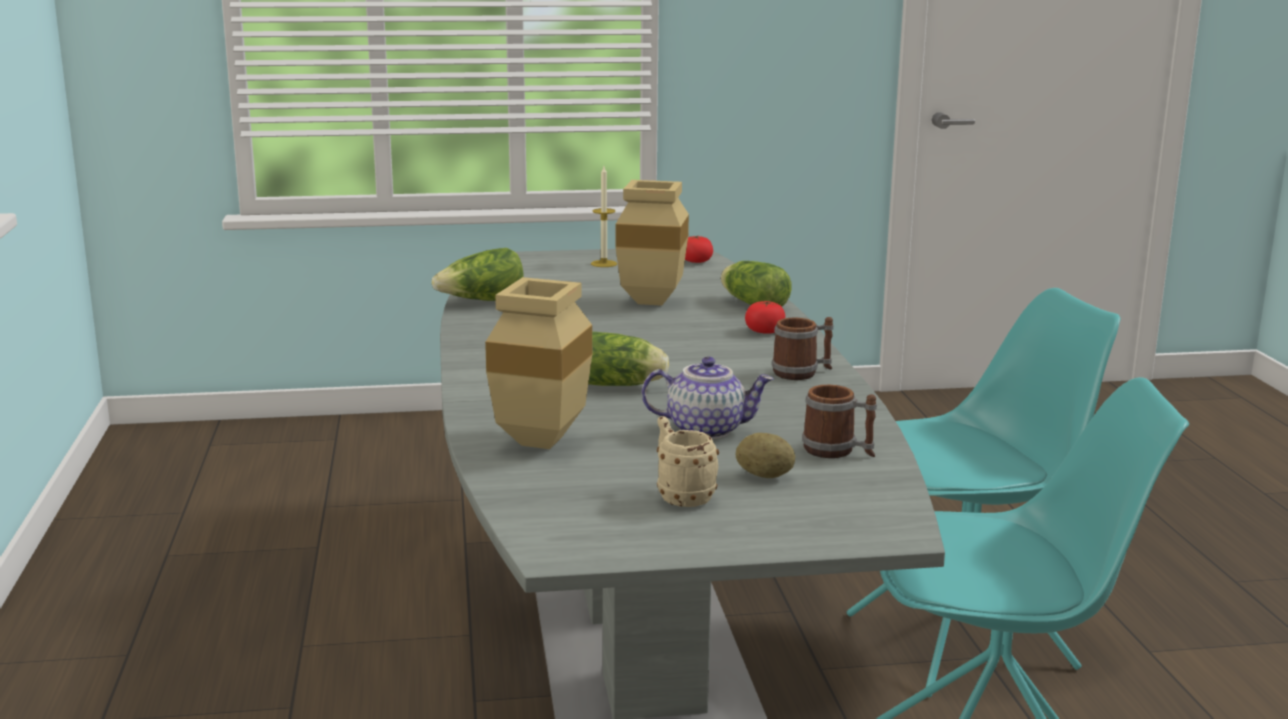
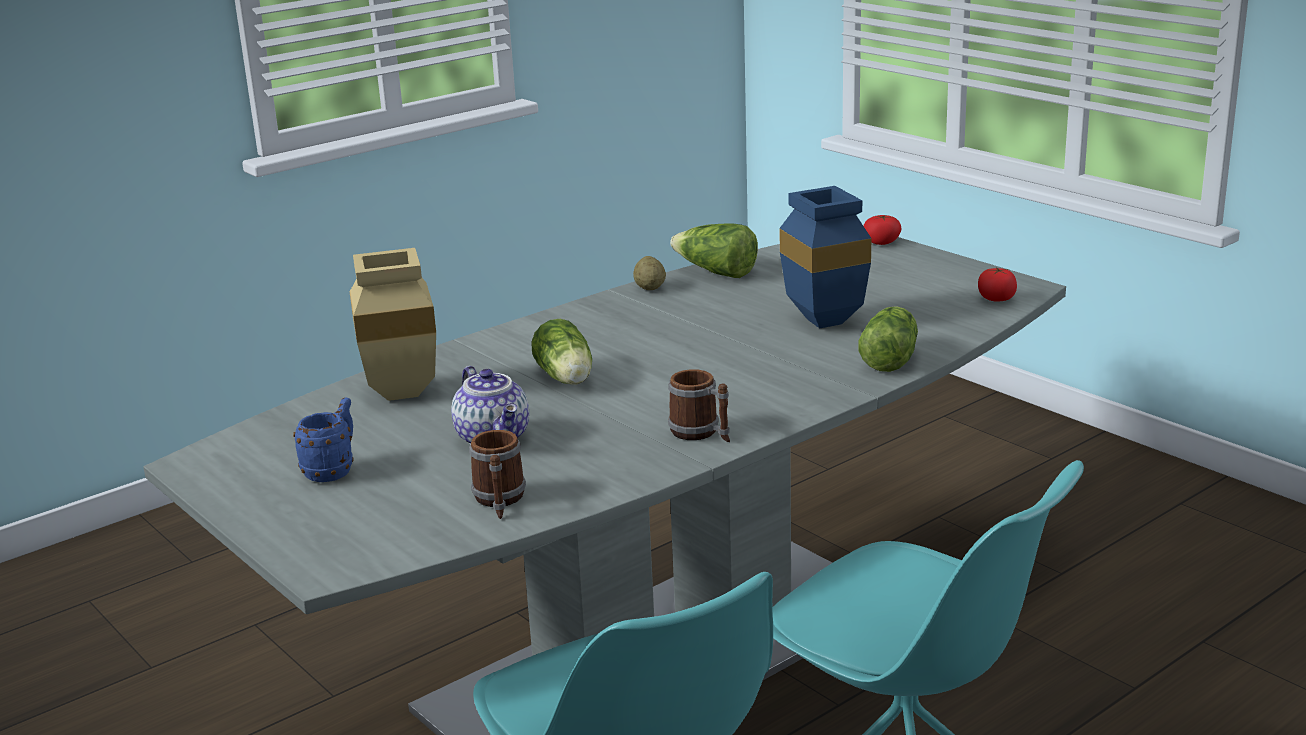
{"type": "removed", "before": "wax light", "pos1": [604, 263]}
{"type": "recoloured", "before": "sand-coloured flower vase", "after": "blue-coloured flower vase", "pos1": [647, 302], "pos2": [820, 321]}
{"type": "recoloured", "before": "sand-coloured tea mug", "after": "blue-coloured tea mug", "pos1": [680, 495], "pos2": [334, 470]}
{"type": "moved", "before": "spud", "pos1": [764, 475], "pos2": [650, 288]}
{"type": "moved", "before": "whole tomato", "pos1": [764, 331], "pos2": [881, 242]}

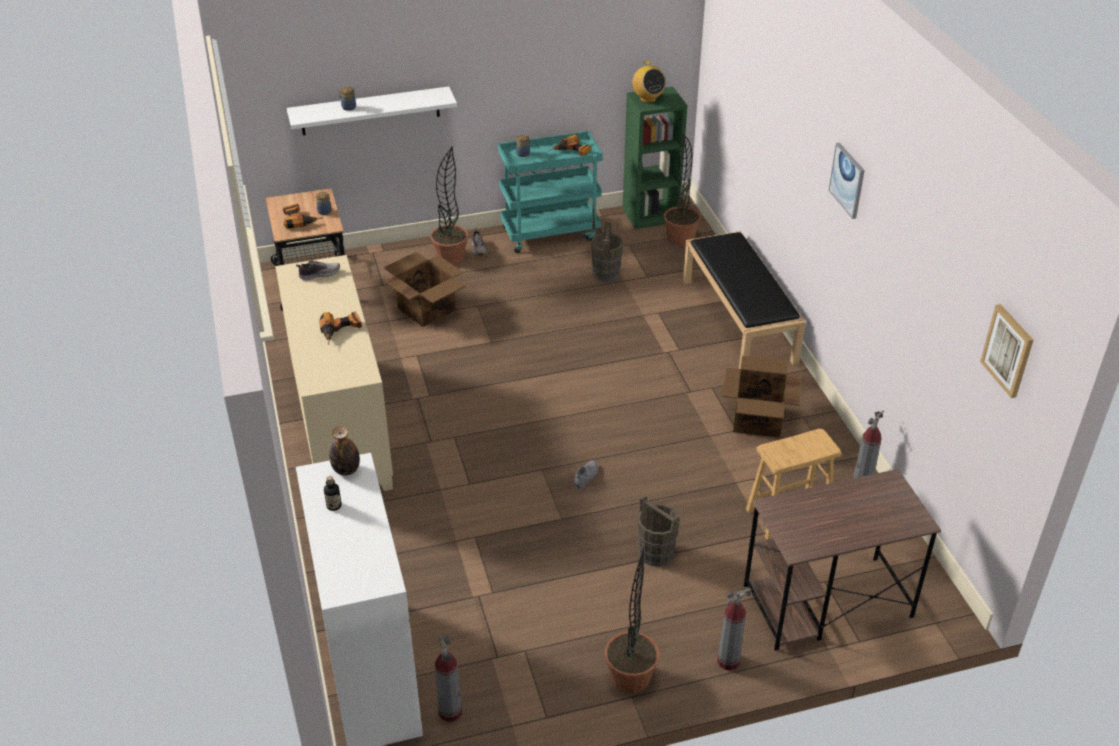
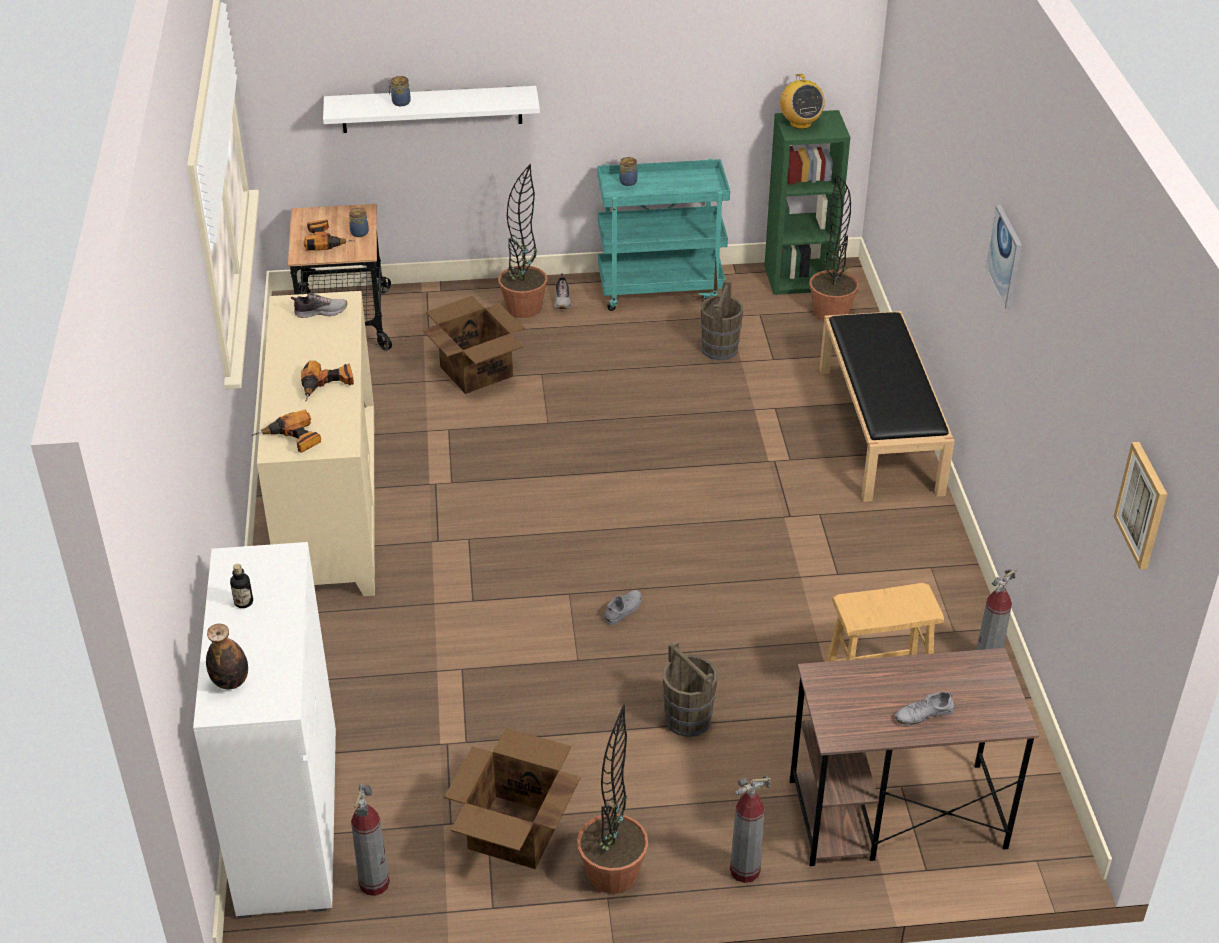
{"type": "moved", "before": "bottle", "pos1": [346, 470], "pos2": [230, 682]}
{"type": "moved", "before": "electric drill", "pos1": [572, 152], "pos2": [292, 440]}
{"type": "moved", "before": "cardboard box", "pos1": [757, 420], "pos2": [513, 833]}
{"type": "added", "after": "grey item of footwear", "pos2": [924, 714]}

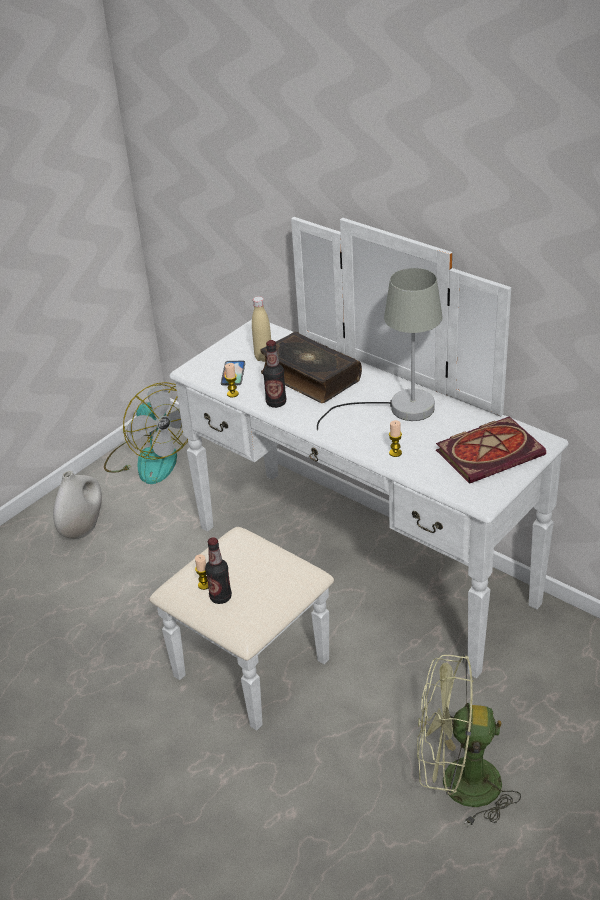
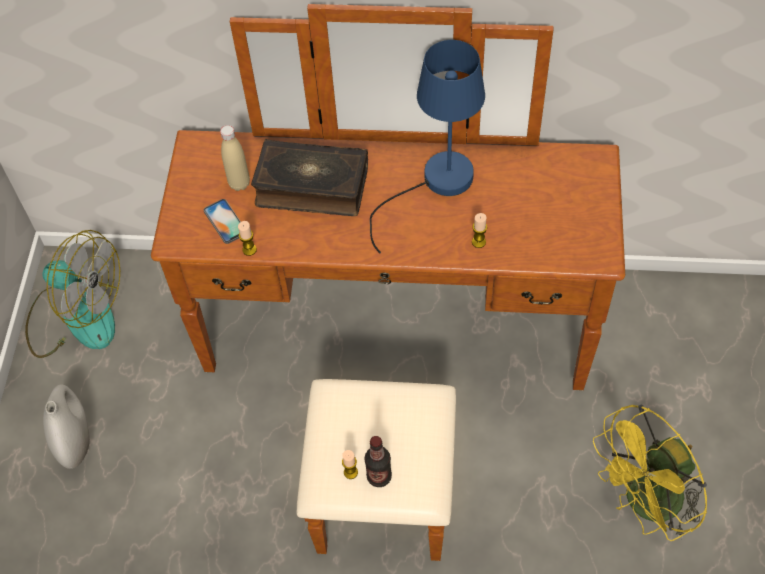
{"type": "recoloured", "before": "whitish drawer chest", "after": "brownish drawer chest", "pos1": [340, 587], "pos2": [394, 363]}
{"type": "removed", "before": "bottle", "pos1": [276, 403]}
{"type": "recoloured", "before": "grey lamp for a table", "after": "blue-coloured lamp for a table", "pos1": [398, 409], "pos2": [436, 184]}
{"type": "recoloured", "before": "greenish cooling fan", "after": "yellowish cooling fan", "pos1": [457, 785], "pos2": [645, 504]}
{"type": "removed", "before": "book", "pos1": [490, 452]}

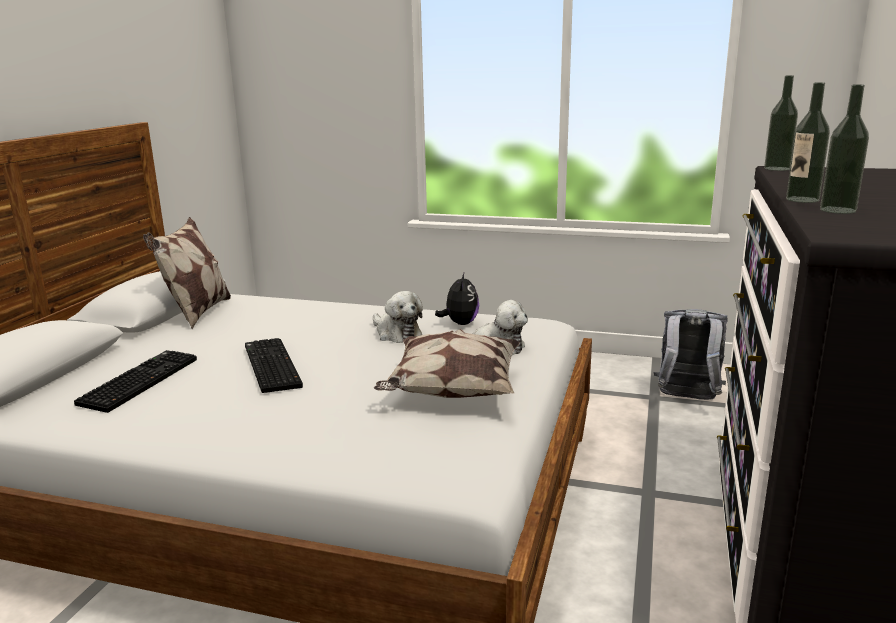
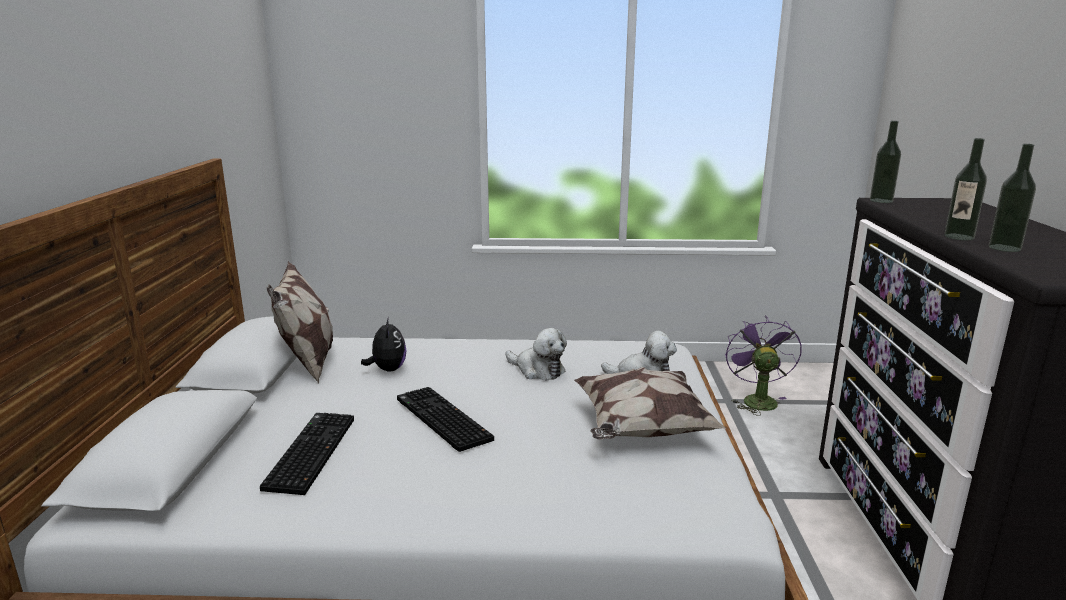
{"type": "moved", "before": "plush toy", "pos1": [460, 323], "pos2": [387, 369]}
{"type": "replaced", "before": "grey backpack", "after": "purple-coloured cooling fan", "pos1": [686, 399], "pos2": [756, 399]}

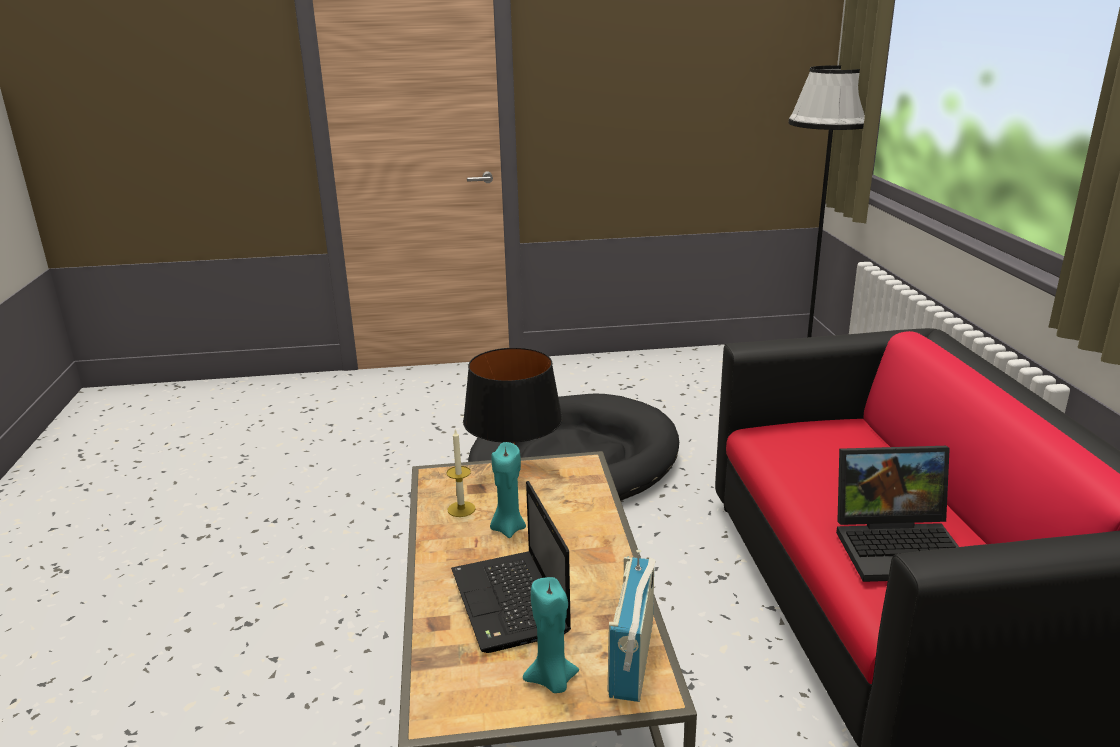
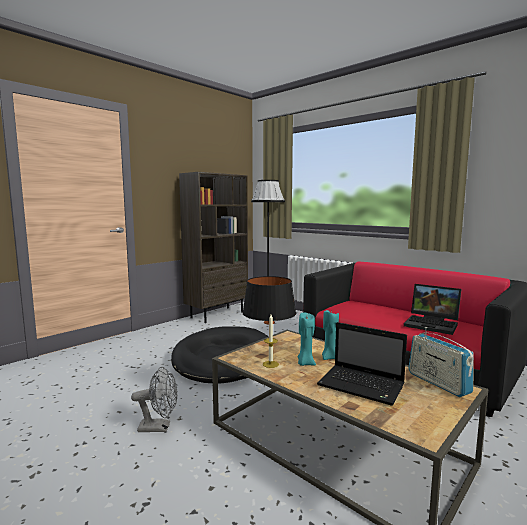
{"type": "moved", "before": "turquoise wax light", "pos1": [552, 681], "pos2": [330, 358]}
{"type": "turned", "before": "portable computer", "pos1": [901, 546], "pos2": [433, 324], "turn": 75}
{"type": "added", "after": "grey cooling fan", "pos2": [159, 427]}
{"type": "added", "after": "brownish shelving unit", "pos2": [217, 314]}

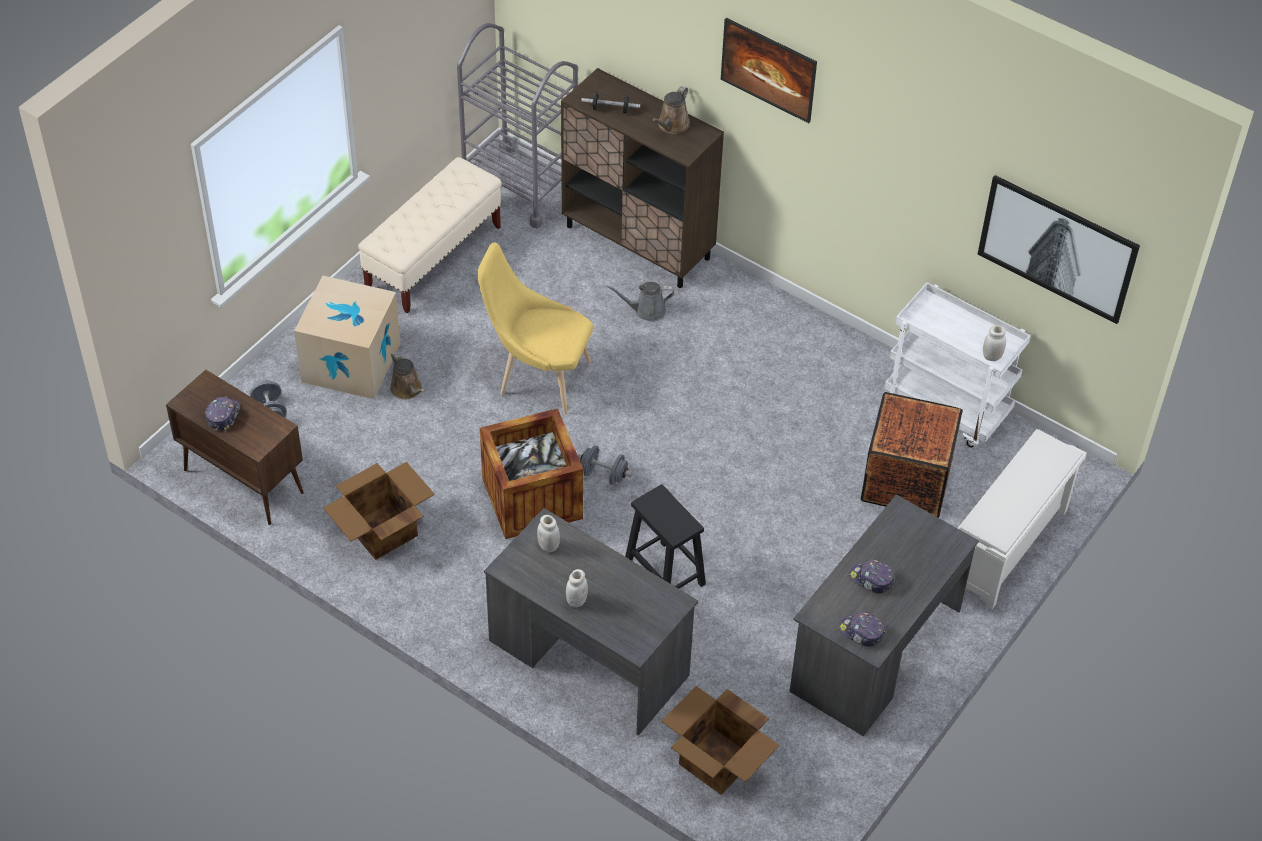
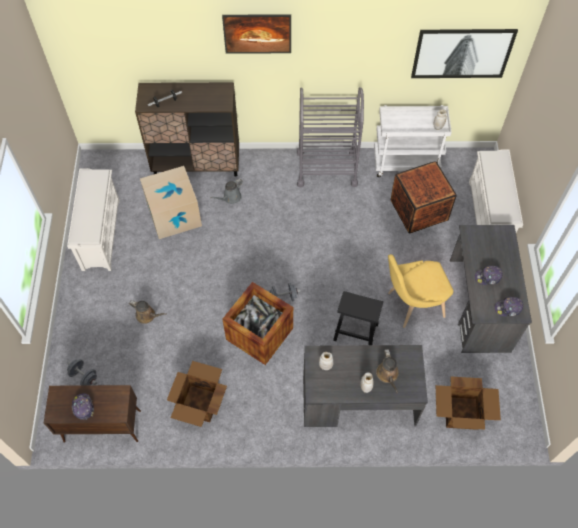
{"type": "moved", "before": "cardboard box", "pos1": [351, 362], "pos2": [174, 215]}
{"type": "replaced", "before": "sand-coloured long seat", "after": "whitish shoe shelf", "pos1": [433, 258], "pos2": [100, 234]}
{"type": "moved", "before": "grey wheeled cart", "pos1": [520, 186], "pos2": [326, 168]}
{"type": "moved", "before": "yellowish chair", "pos1": [538, 377], "pos2": [411, 305]}
{"type": "moved", "before": "brownish watering pot", "pos1": [672, 125], "pos2": [388, 375]}

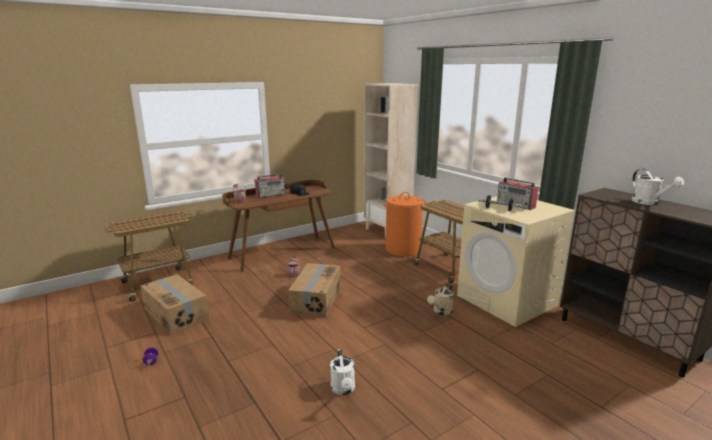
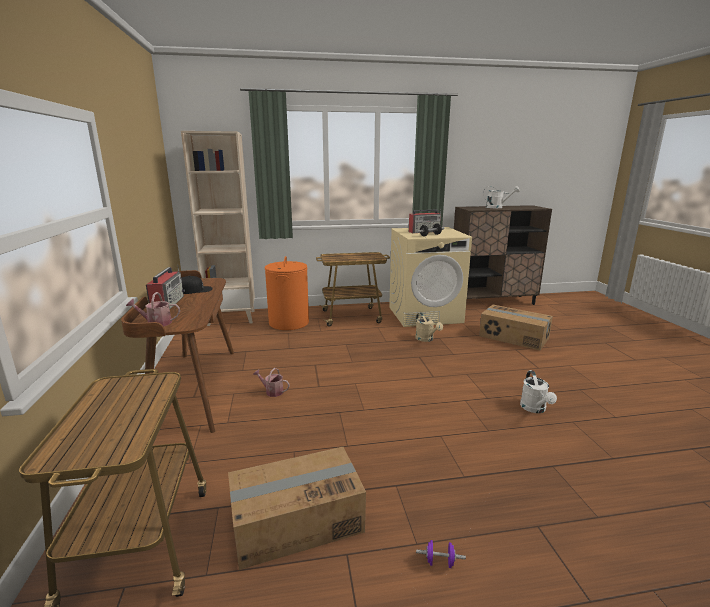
{"type": "moved", "before": "cardboard box", "pos1": [315, 299], "pos2": [513, 337]}
{"type": "turned", "before": "whitish watering pot", "pos1": [343, 390], "pos2": [535, 409], "turn": 75}

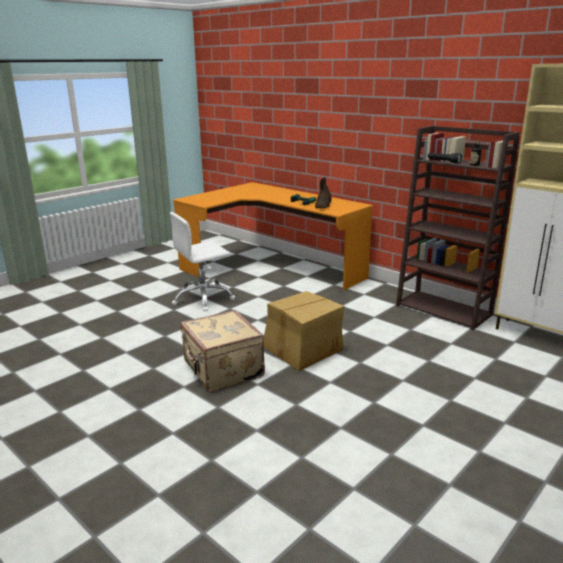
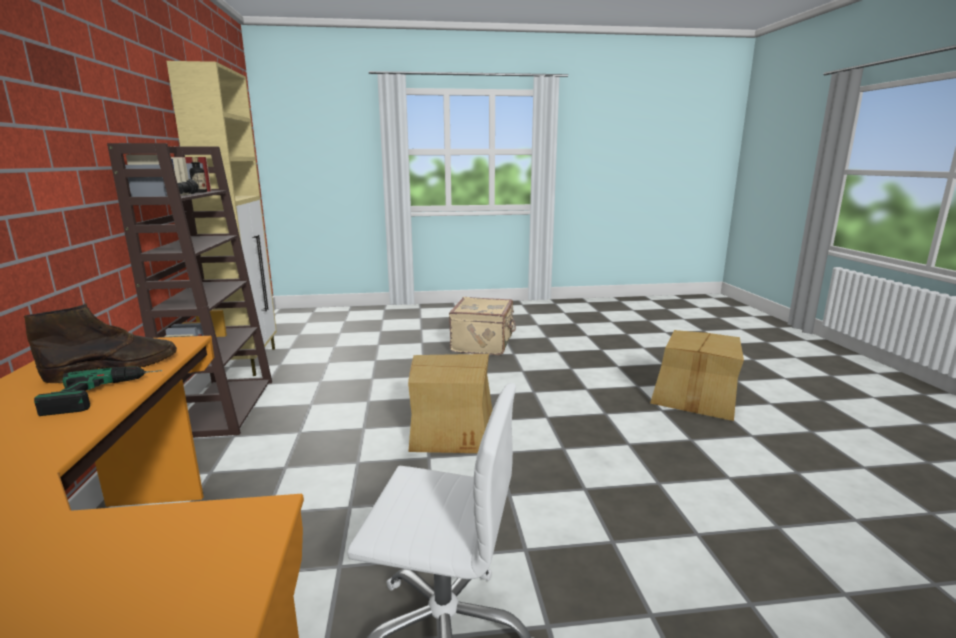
{"type": "moved", "before": "sand-coloured suitcase", "pos1": [222, 370], "pos2": [483, 344]}
{"type": "added", "after": "cardboard box", "pos2": [695, 398]}

